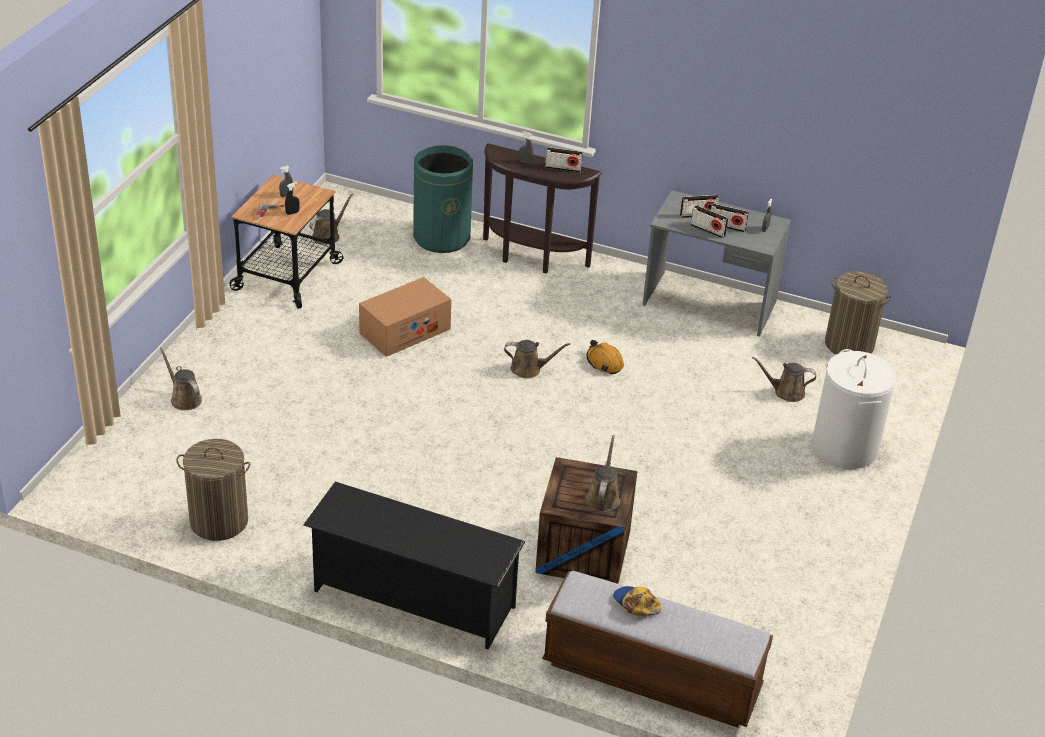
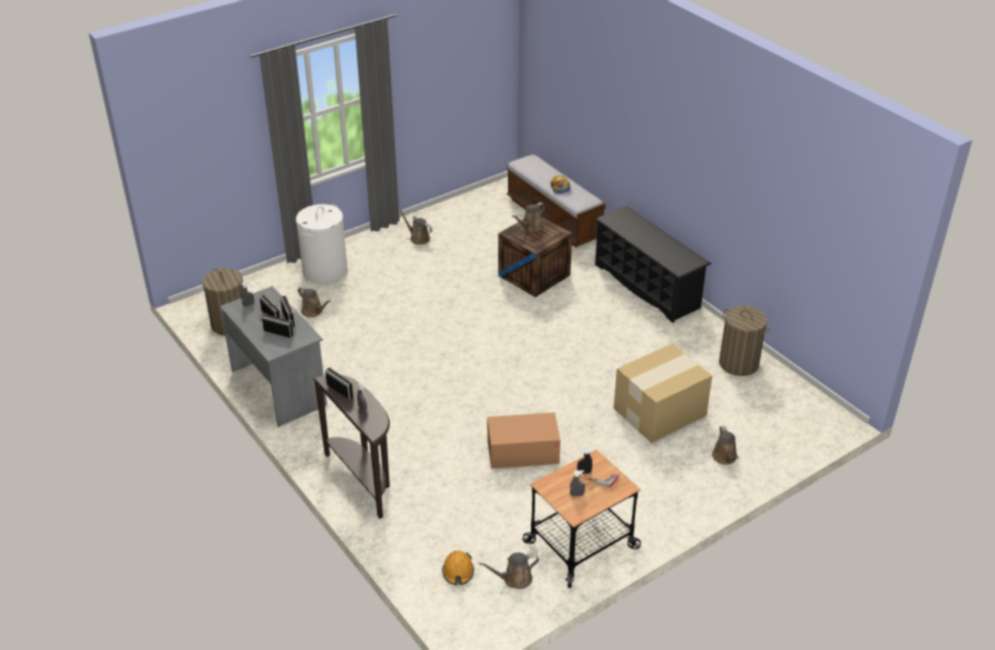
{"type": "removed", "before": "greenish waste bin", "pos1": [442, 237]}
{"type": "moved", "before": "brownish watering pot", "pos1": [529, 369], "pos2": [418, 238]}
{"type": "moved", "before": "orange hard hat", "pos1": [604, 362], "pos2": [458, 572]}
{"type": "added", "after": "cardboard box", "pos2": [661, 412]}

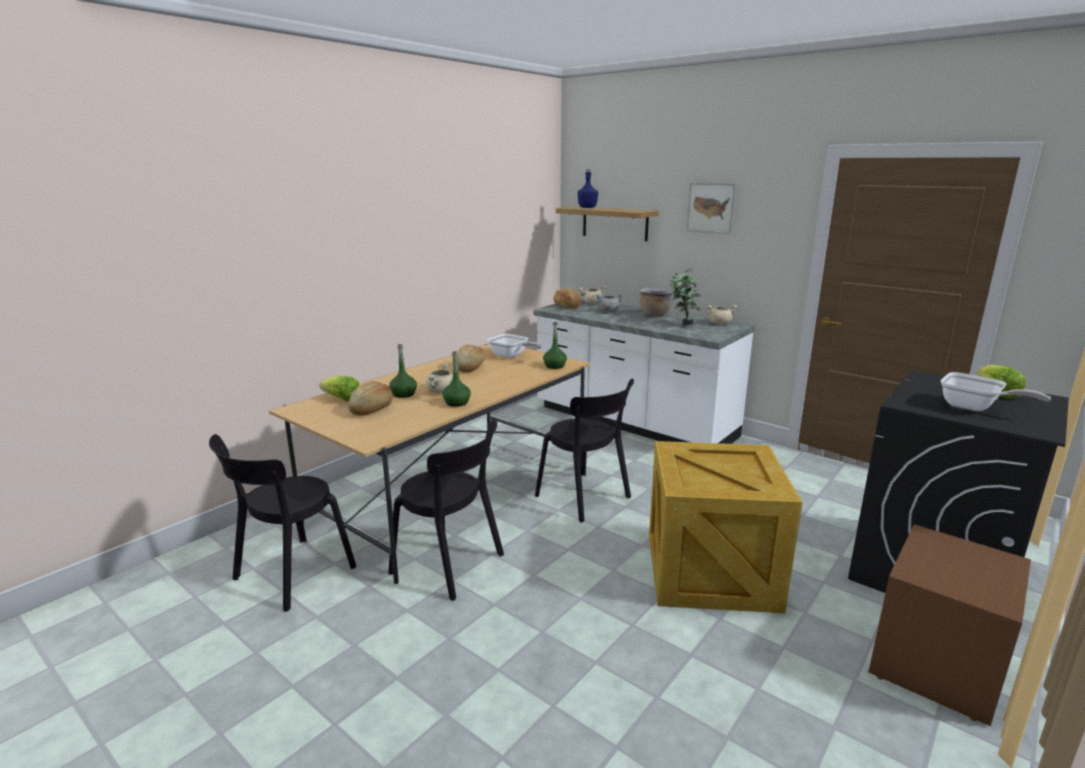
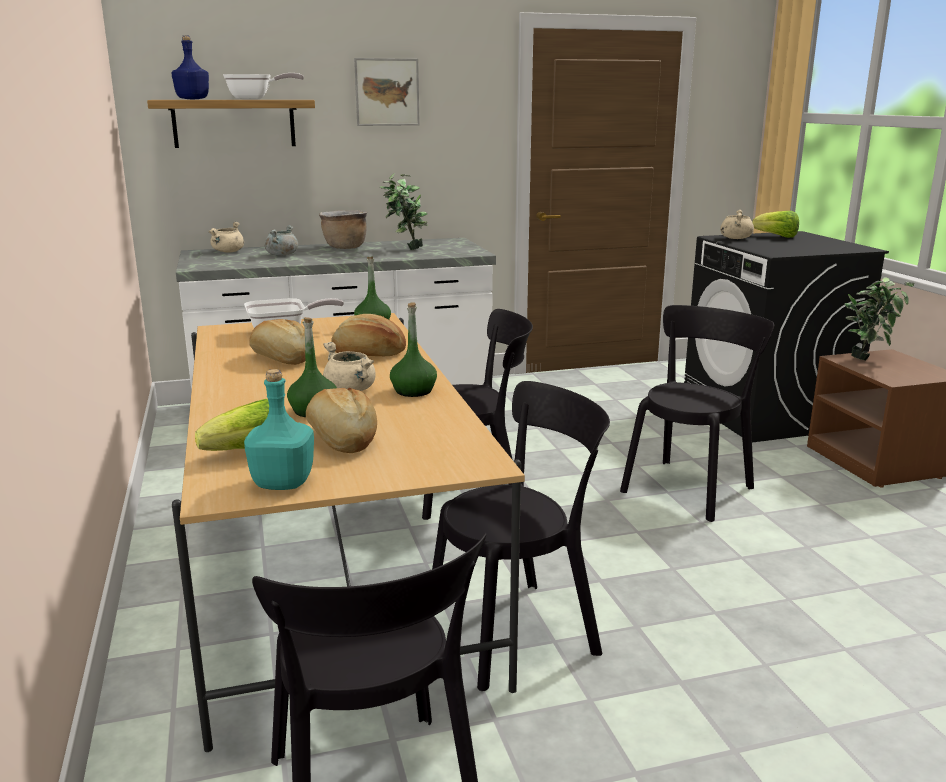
{"type": "moved", "before": "bread", "pos1": [566, 306], "pos2": [368, 353]}
{"type": "replaced", "before": "crate", "after": "black chair", "pos1": [713, 572], "pos2": [690, 487]}
{"type": "moved", "before": "sand-coloured saucepot", "pos1": [719, 323], "pos2": [735, 238]}
{"type": "moved", "before": "frying pan", "pos1": [975, 408], "pos2": [255, 99]}
{"type": "added", "after": "turquoise bottle", "pos2": [283, 482]}
{"type": "added", "after": "potted plant", "pos2": [868, 359]}

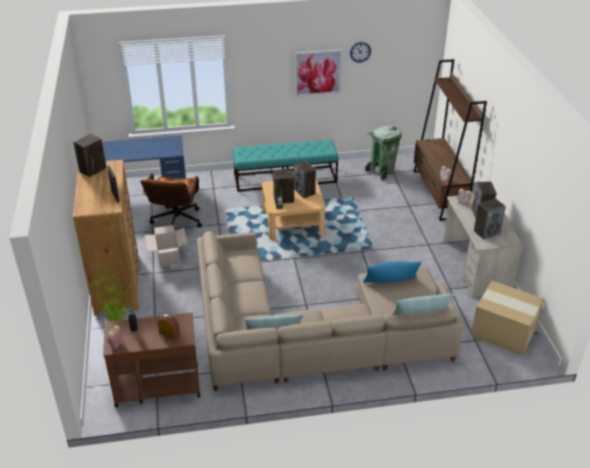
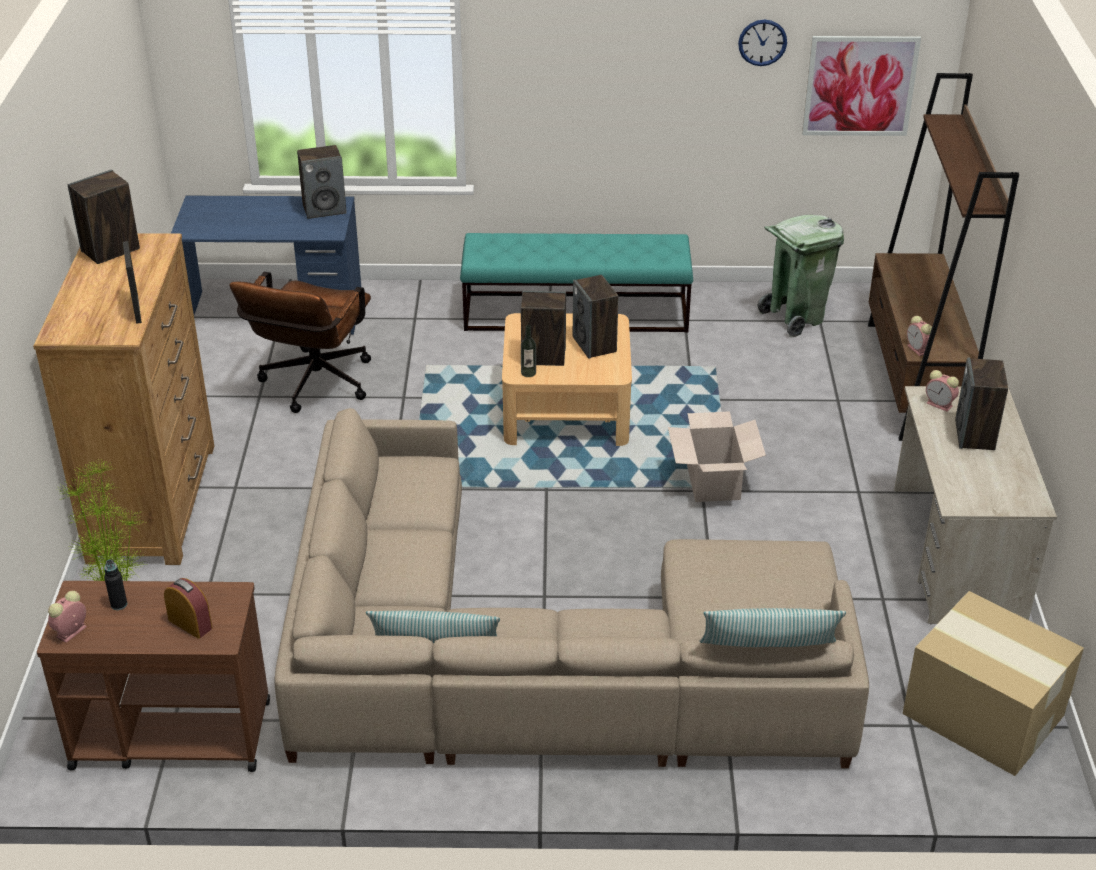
{"type": "moved", "before": "cardboard box", "pos1": [168, 257], "pos2": [714, 482]}
{"type": "moved", "before": "picture", "pos1": [318, 73], "pos2": [860, 86]}
{"type": "removed", "before": "blue-coloured throw pillow", "pos1": [390, 282]}
{"type": "moved", "before": "speaker", "pos1": [486, 232], "pos2": [324, 209]}

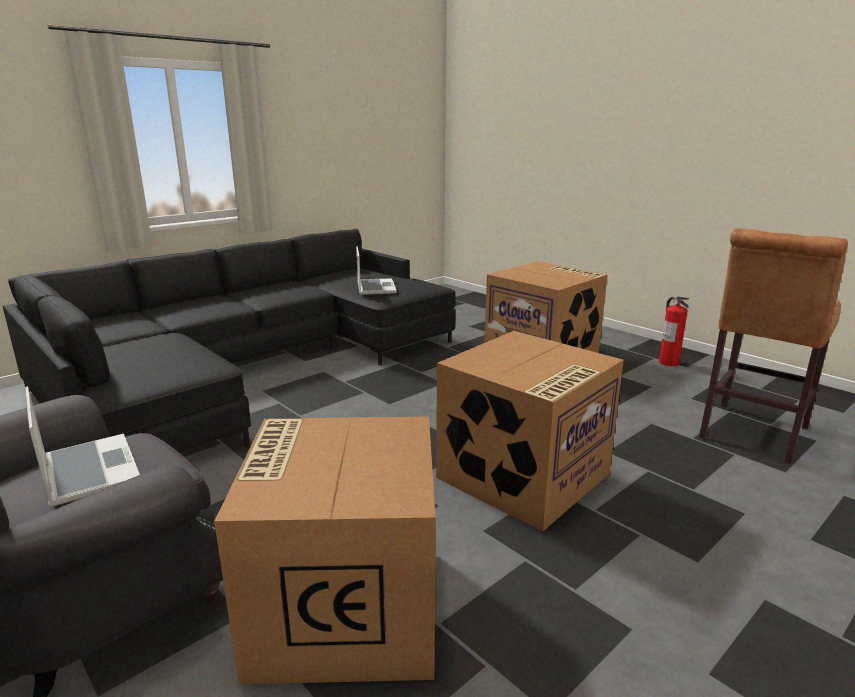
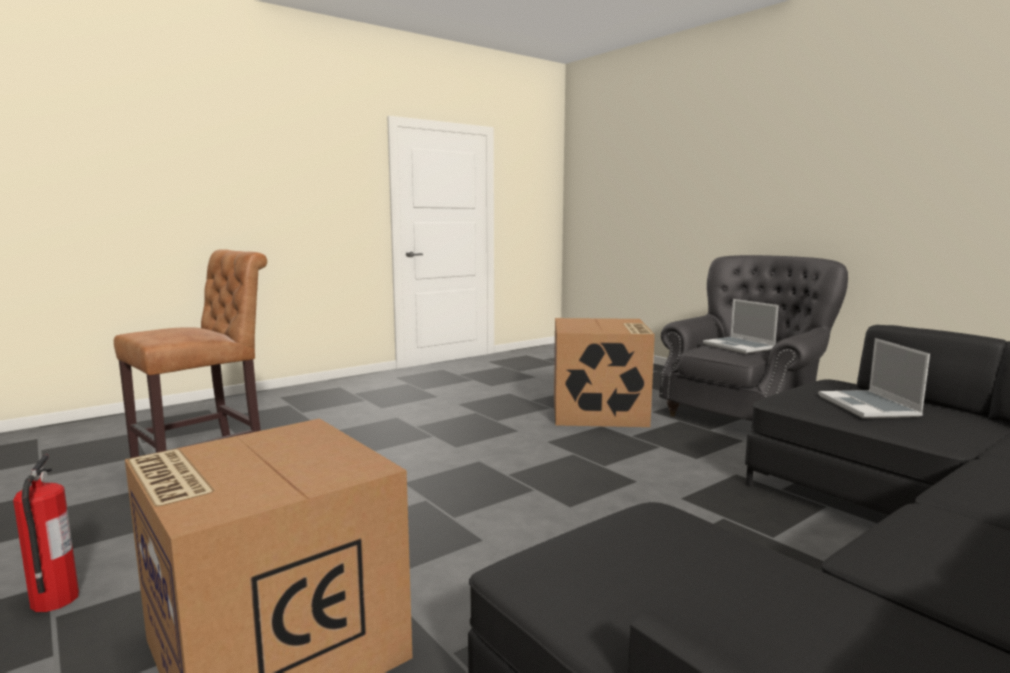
{"type": "moved", "before": "portable computer", "pos1": [375, 288], "pos2": [869, 406]}
{"type": "removed", "before": "cardboard box", "pos1": [523, 477]}

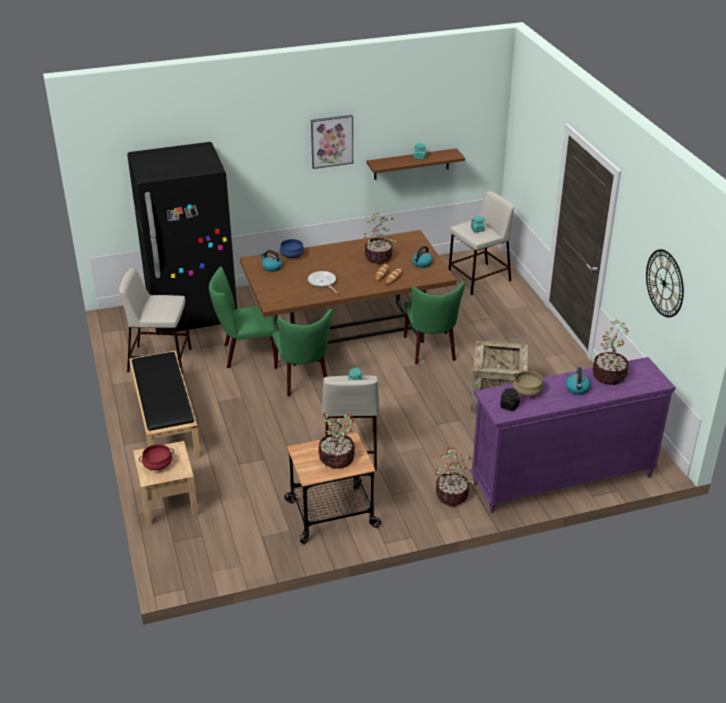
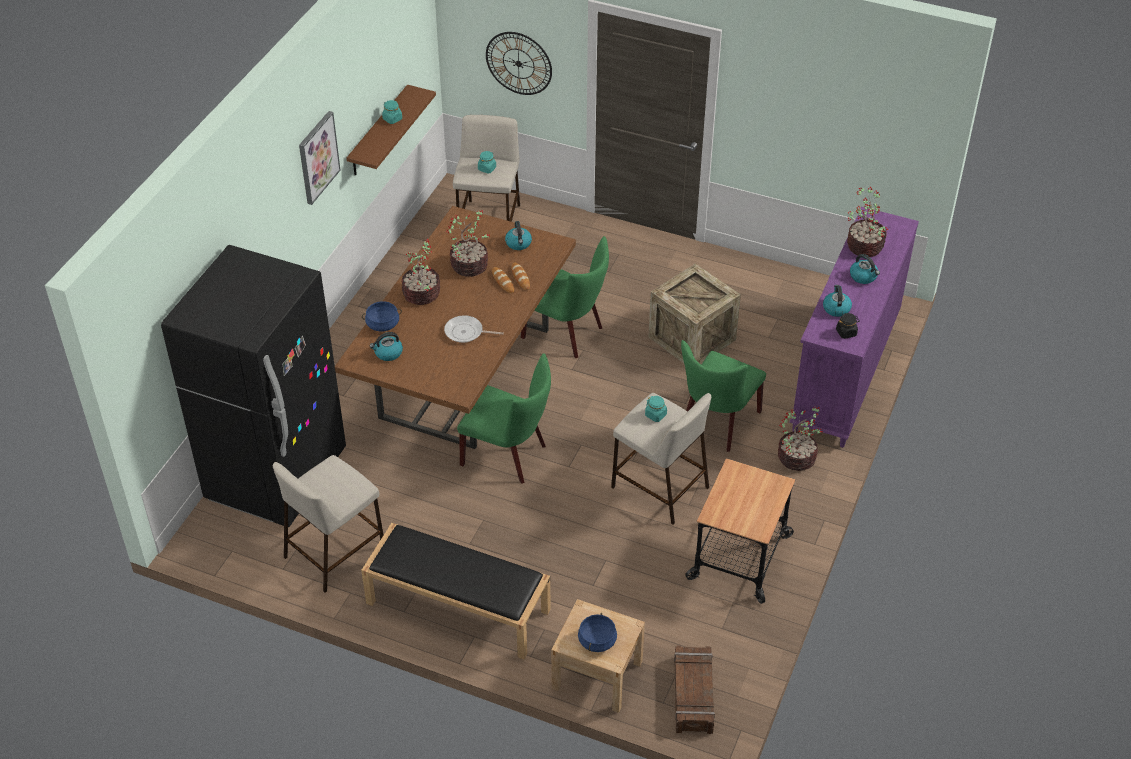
{"type": "recoloured", "before": "red saucepot", "after": "blue-coloured saucepot", "pos1": [158, 464], "pos2": [597, 640]}
{"type": "moved", "before": "greenish chair", "pos1": [246, 354], "pos2": [717, 424]}
{"type": "moved", "before": "potted plant", "pos1": [336, 459], "pos2": [422, 295]}
{"type": "replaced", "before": "sand-coloured saucepot", "after": "water kettle", "pos1": [527, 391], "pos2": [836, 308]}
{"type": "moved", "before": "clock on the wall", "pos1": [664, 283], "pos2": [518, 63]}
{"type": "added", "after": "crate", "pos2": [692, 694]}

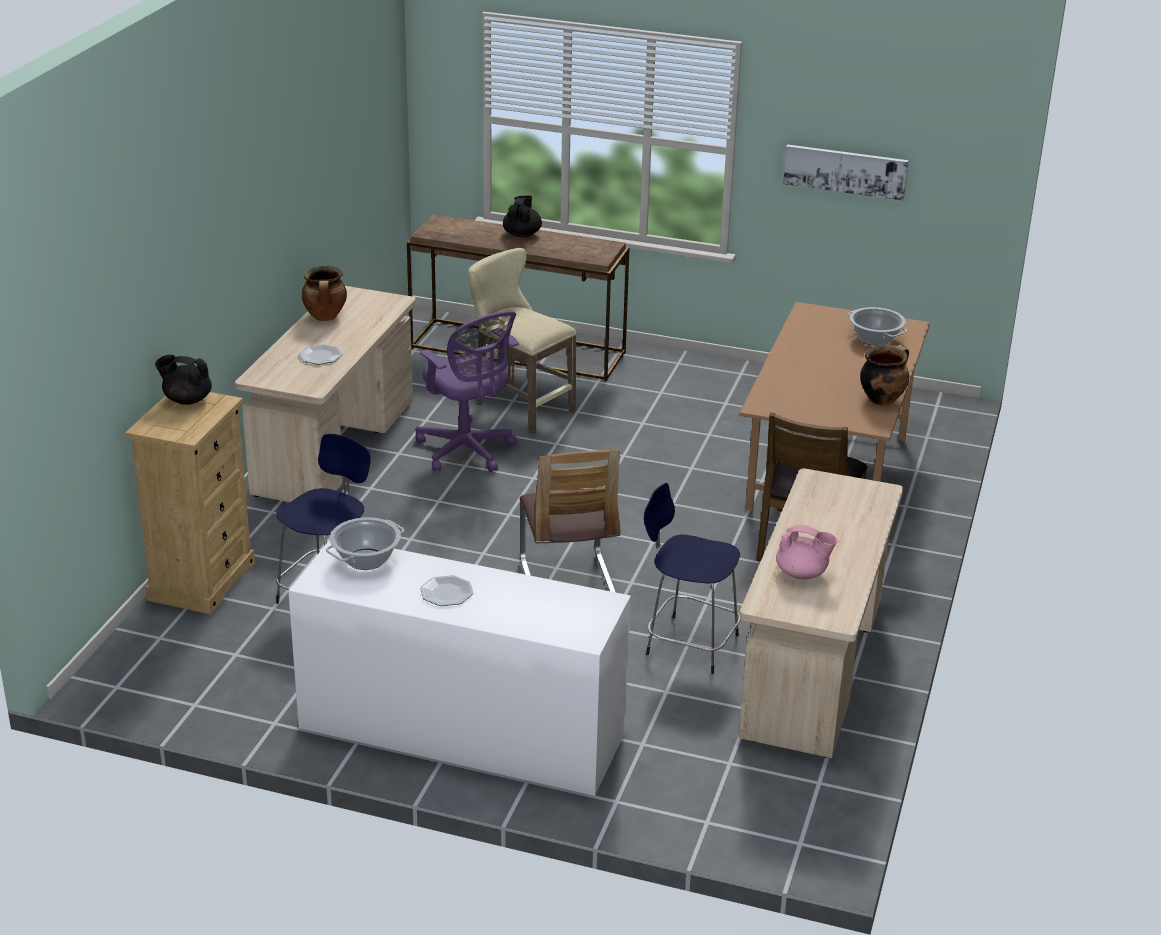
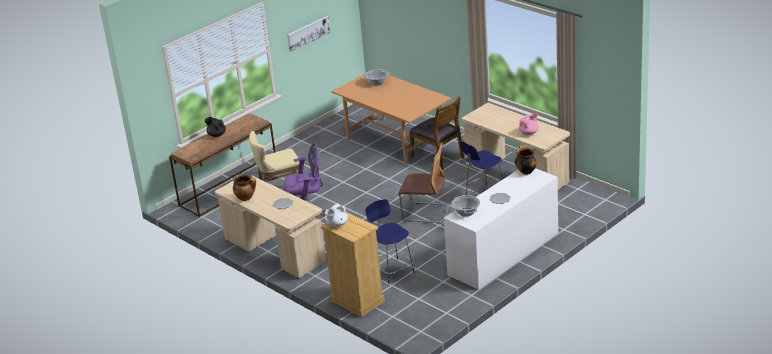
{"type": "recoloured", "before": "black tea pot", "after": "whitish tea pot", "pos1": [187, 400], "pos2": [336, 224]}
{"type": "moved", "before": "saucepot", "pos1": [882, 399], "pos2": [525, 171]}

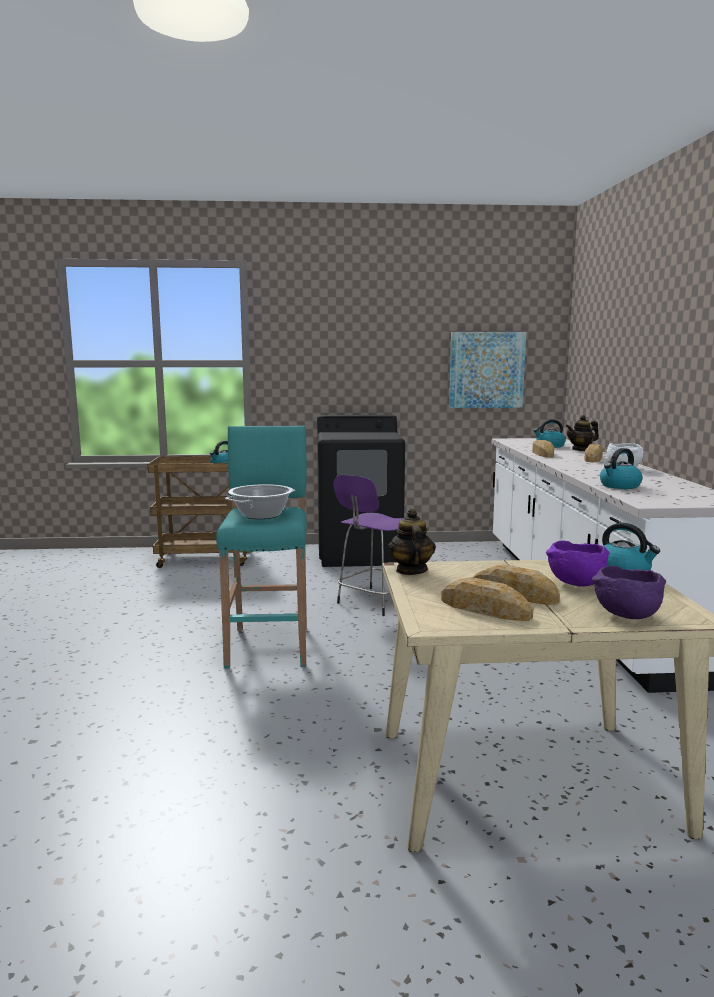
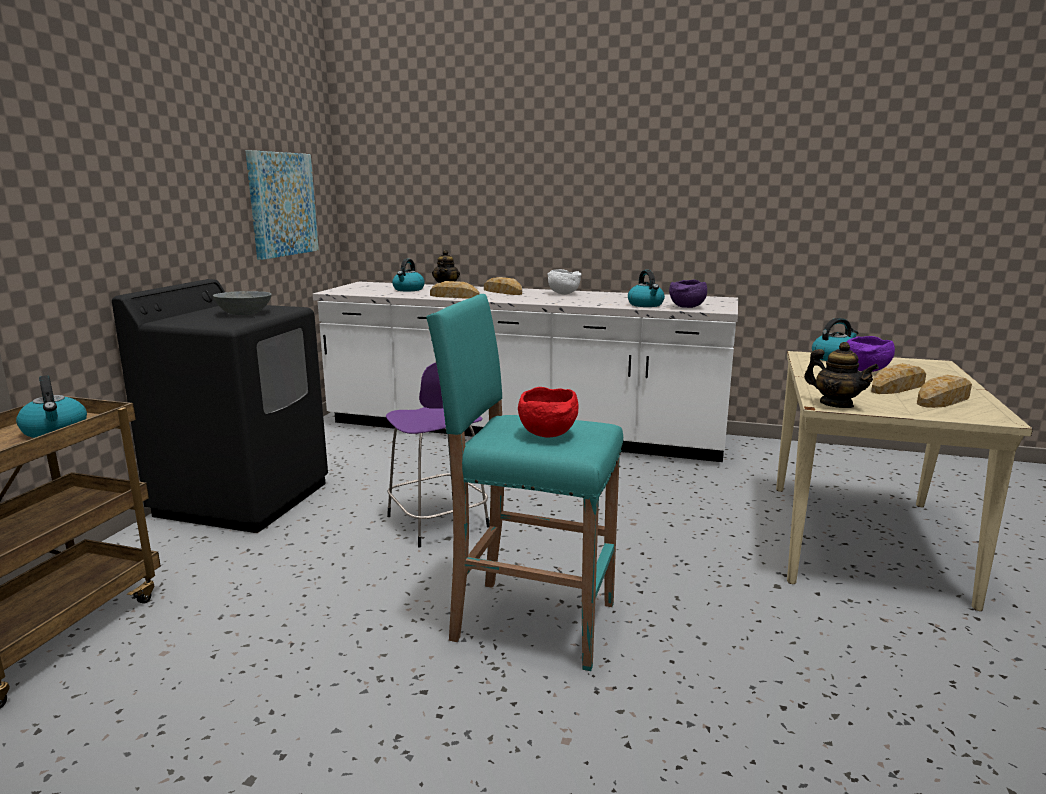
{"type": "replaced", "before": "saucepot", "after": "red deep dish", "pos1": [261, 515], "pos2": [549, 435]}
{"type": "turned", "before": "tea pot", "pos1": [411, 571], "pos2": [836, 404], "turn": -150}
{"type": "moved", "before": "purple-coloured deep dish", "pos1": [625, 616], "pos2": [687, 307]}
{"type": "added", "after": "grey deep dish", "pos2": [244, 314]}

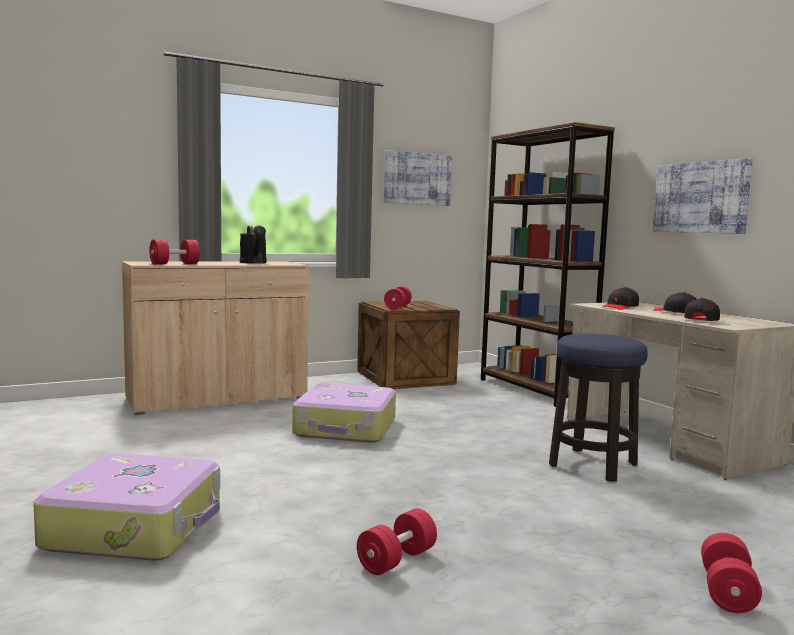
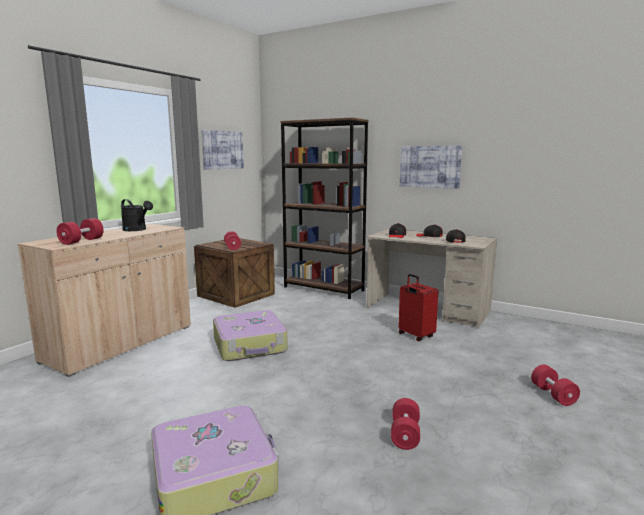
{"type": "replaced", "before": "sitting stool", "after": "red suitcase", "pos1": [592, 465], "pos2": [415, 336]}

